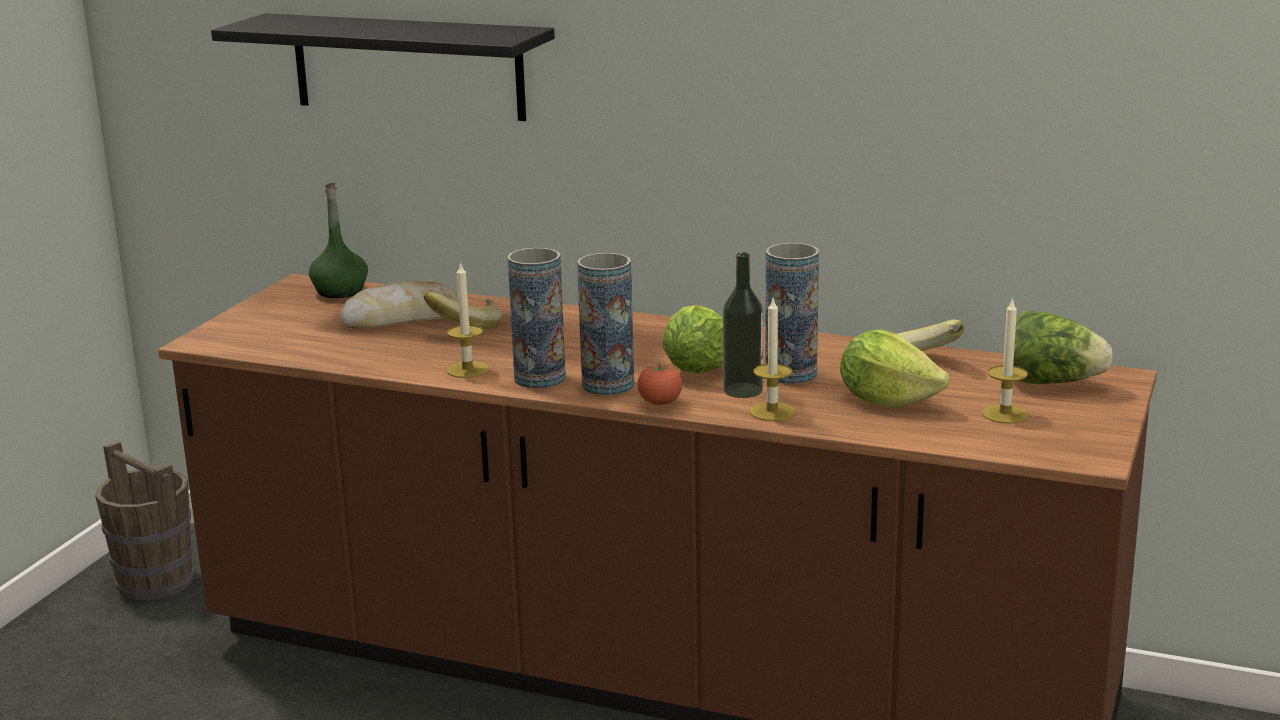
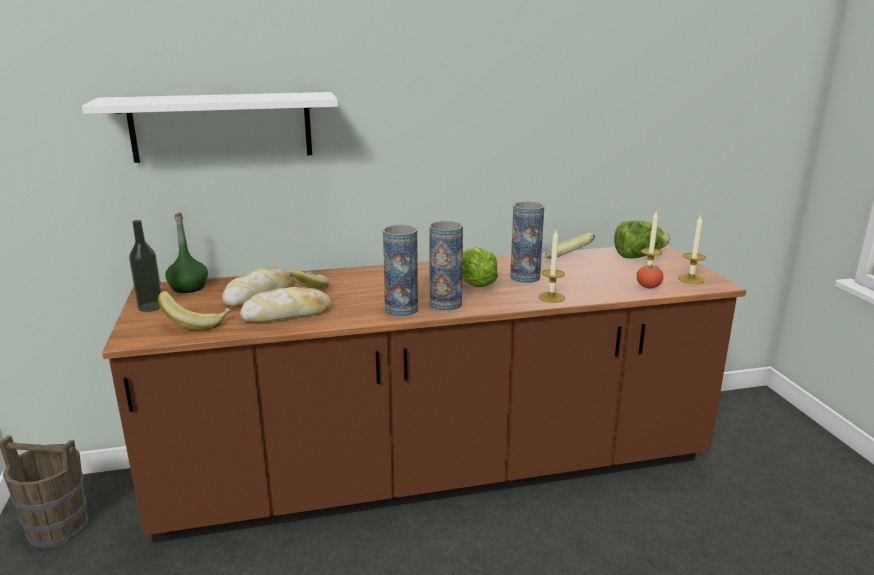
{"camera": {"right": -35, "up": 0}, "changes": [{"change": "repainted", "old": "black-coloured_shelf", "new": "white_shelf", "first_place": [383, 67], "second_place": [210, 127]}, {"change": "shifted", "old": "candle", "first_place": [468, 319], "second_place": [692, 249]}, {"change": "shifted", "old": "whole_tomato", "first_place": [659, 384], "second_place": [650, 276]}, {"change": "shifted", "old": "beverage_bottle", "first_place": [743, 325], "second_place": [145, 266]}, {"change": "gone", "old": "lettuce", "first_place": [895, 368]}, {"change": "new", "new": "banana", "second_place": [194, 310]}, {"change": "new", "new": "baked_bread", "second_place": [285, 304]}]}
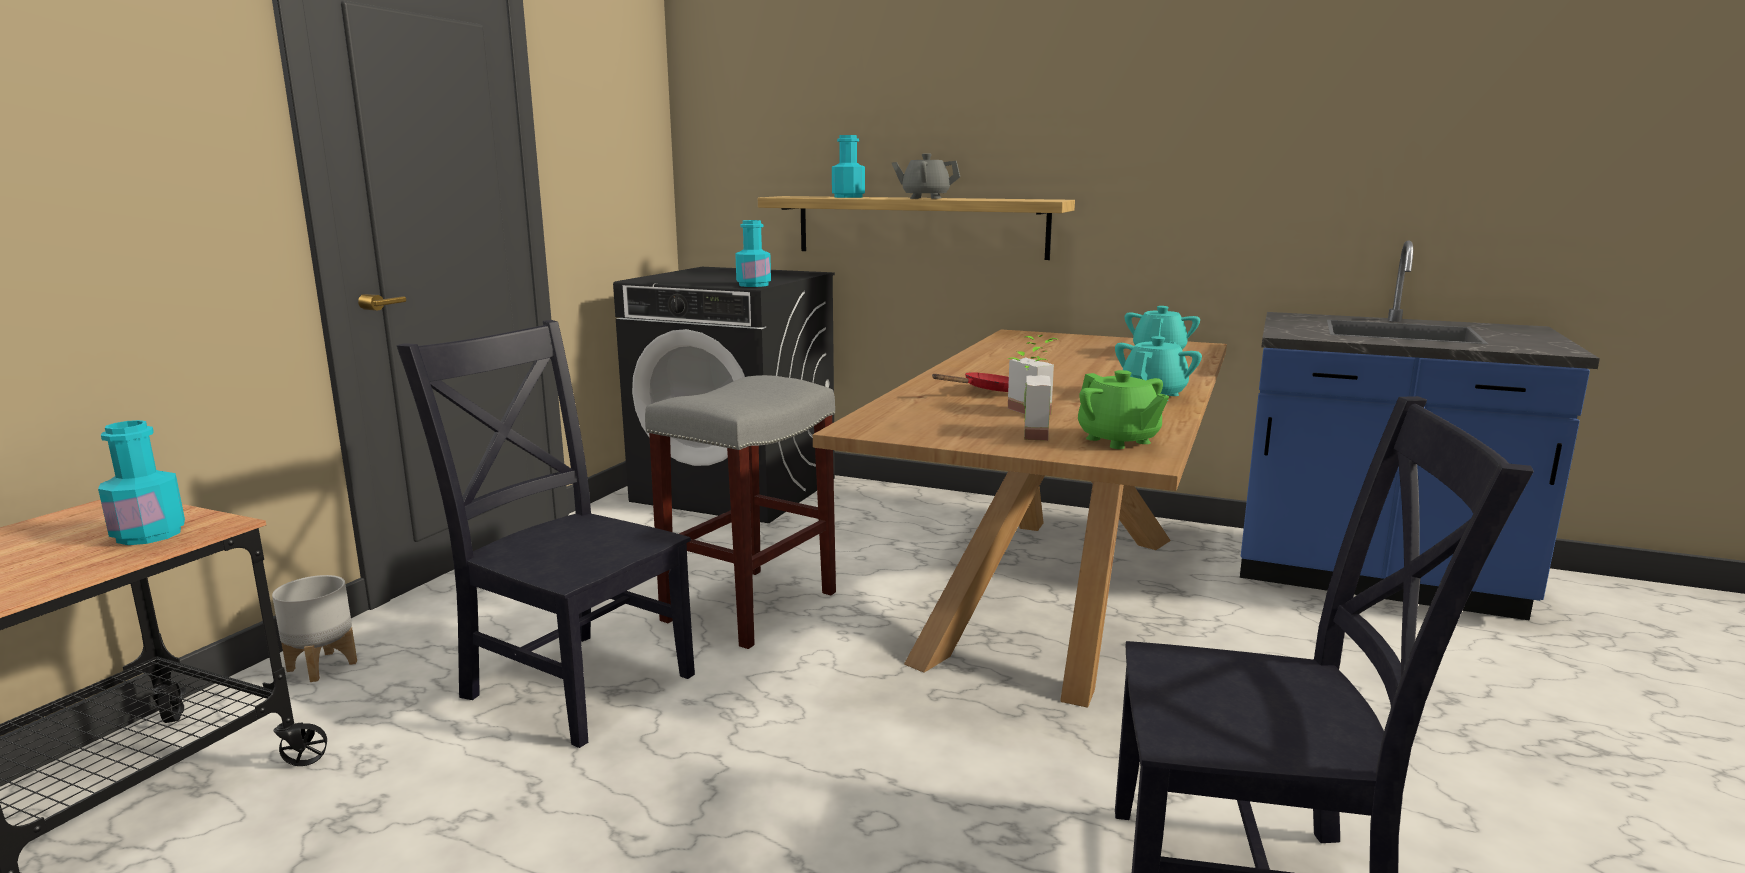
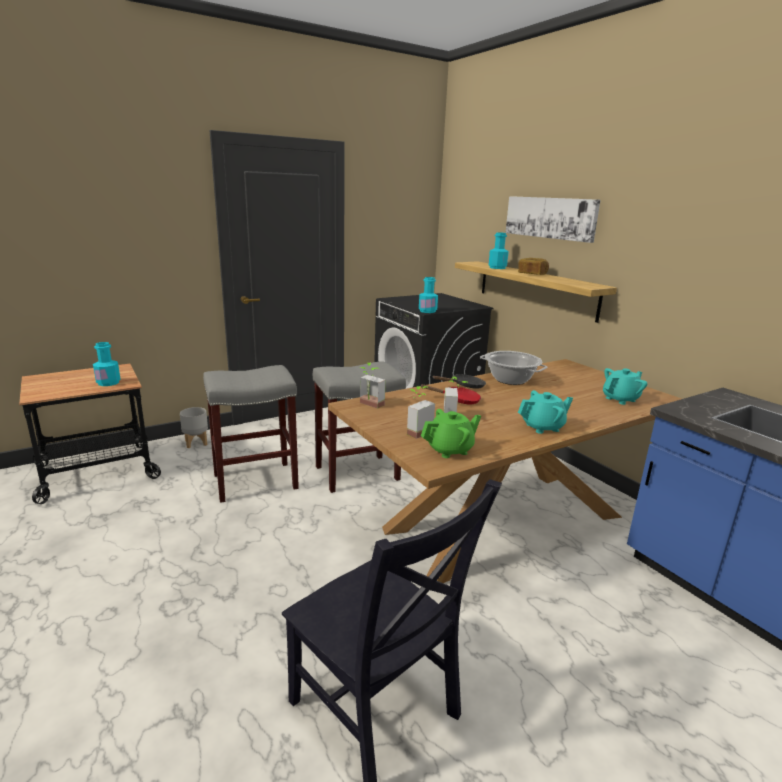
{"camera": {"right": 35, "up": 5}, "changes": [{"change": "swapped", "old": "black-coloured_upright_chair", "new": "grey_stool_seat", "first_place": [546, 534], "second_place": [251, 434]}, {"change": "swapped", "old": "grey_teapot", "new": "baked_bread", "first_place": [926, 176], "second_place": [533, 266]}, {"change": "rotated", "old": "green_teapot", "first_place": [1123, 409], "second_place": [451, 433], "degrees": -120}, {"change": "new", "new": "houseplant", "second_place": [372, 386]}, {"change": "new", "new": "black-coloured_skillet", "second_place": [459, 381]}, {"change": "new", "new": "cooking_pot", "second_place": [513, 368]}, {"change": "new", "new": "wall_picture", "second_place": [553, 219]}]}
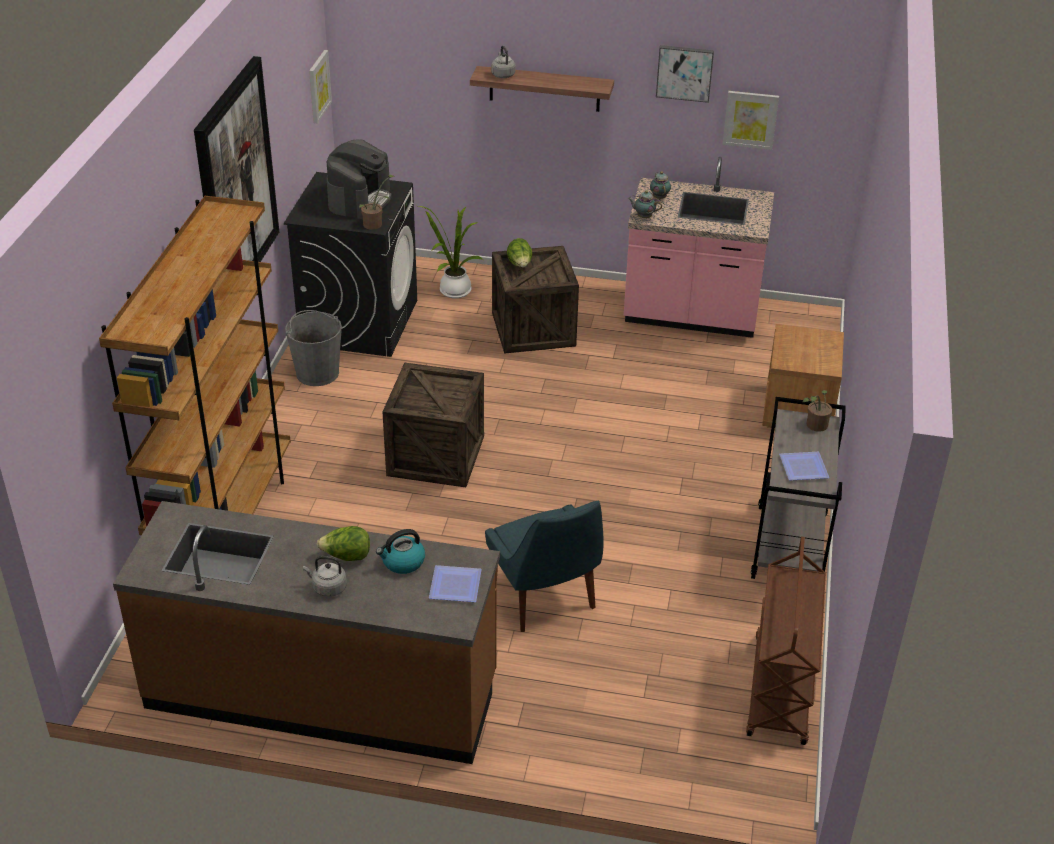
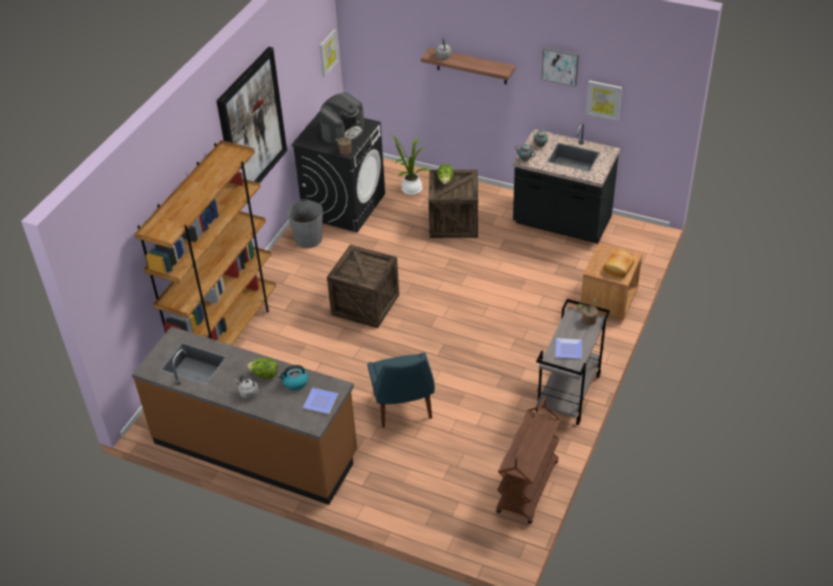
{"camera": {"right": 15, "up": 5}, "changes": [{"change": "repainted", "old": "pink-coloured_kitchen_base_unit", "new": "black-coloured_kitchen_base_unit", "first_place": [699, 247], "second_place": [566, 183]}, {"change": "new", "new": "baked_bread", "second_place": [619, 264]}]}
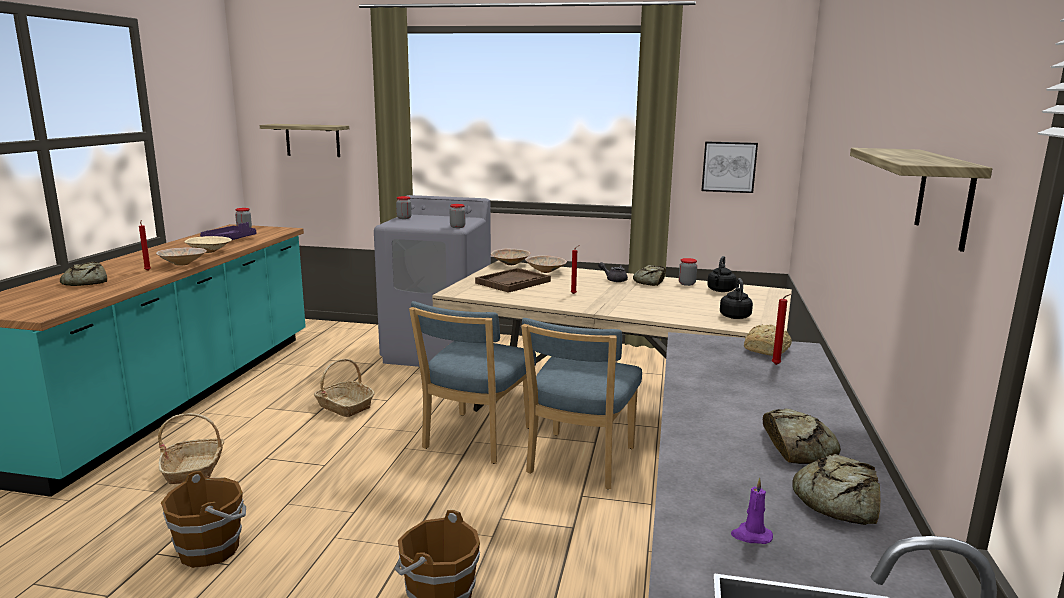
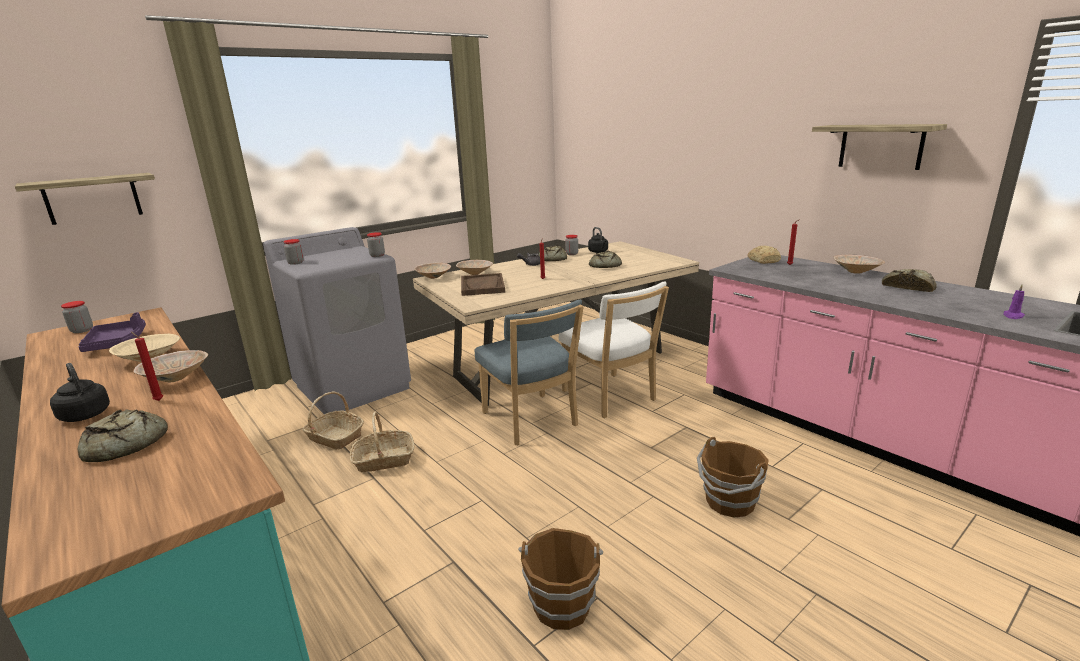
{"camera": {"right": -50, "up": 5}, "changes": [{"change": "shifted", "old": "storage_basket", "first_place": [191, 448], "second_place": [333, 420]}, {"change": "repainted", "old": "bluish_upright_chair", "new": "white_upright_chair", "first_place": [581, 403], "second_place": [614, 349]}, {"change": "gone", "old": "wall_picture", "first_place": [729, 167]}, {"change": "shifted", "old": "black-coloured_water_kettle", "first_place": [736, 298], "second_place": [80, 392]}, {"change": "shifted", "old": "baked_bread", "first_place": [836, 489], "second_place": [605, 259]}, {"change": "new", "new": "beige-coloured_serving_bowl", "second_place": [859, 264]}]}
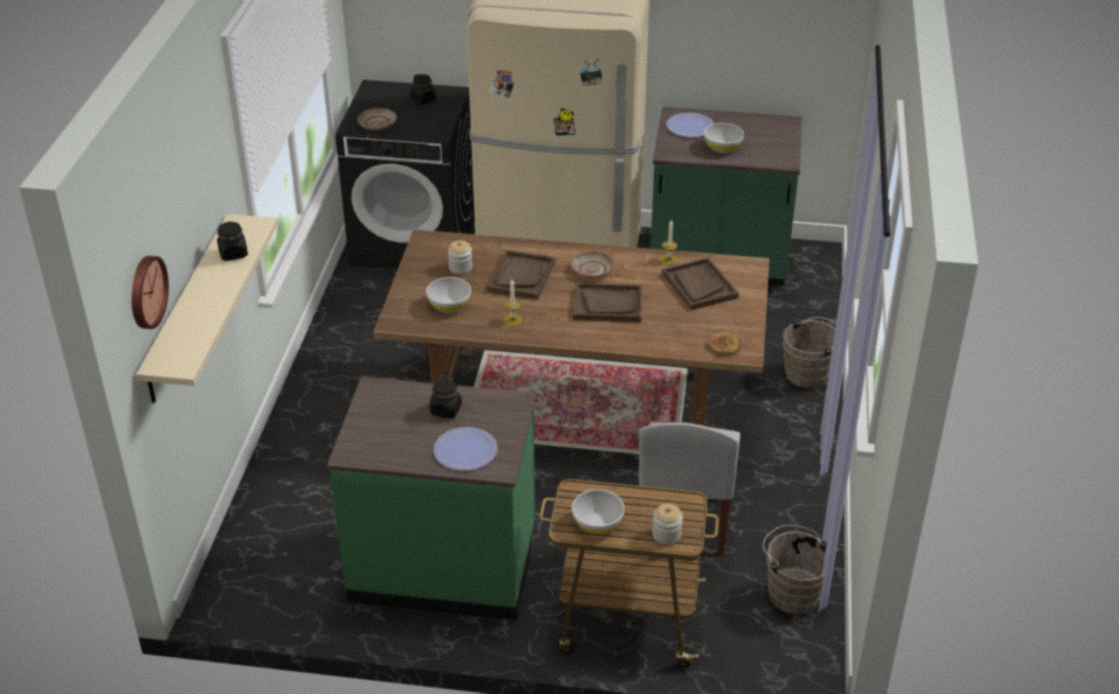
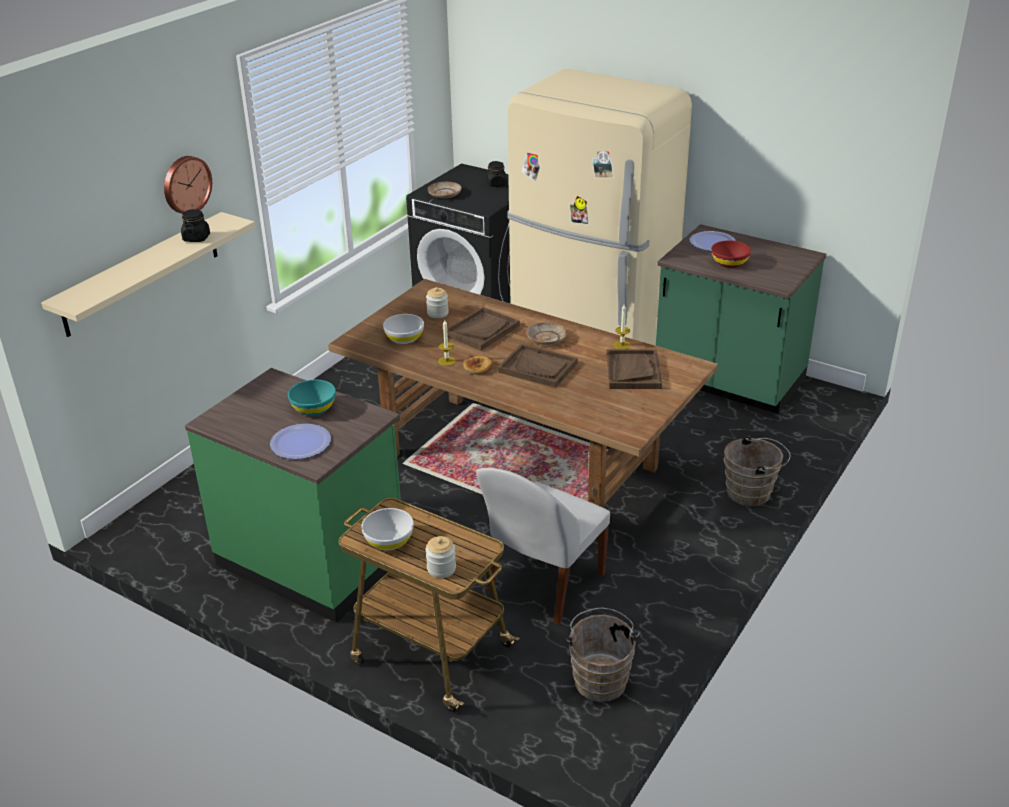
{"camera": {"right": 25, "up": -5}, "changes": [{"change": "shifted", "old": "hanging_clock", "first_place": [150, 292], "second_place": [188, 185]}, {"change": "swapped", "old": "black-coloured_storage_jar", "new": "blue-green_serving_bowl", "first_place": [446, 397], "second_place": [312, 398]}, {"change": "repainted", "old": "white_serving_bowl", "new": "reddish_serving_bowl", "first_place": [724, 138], "second_place": [731, 254]}, {"change": "shifted", "old": "baked_bread", "first_place": [724, 343], "second_place": [479, 365]}]}
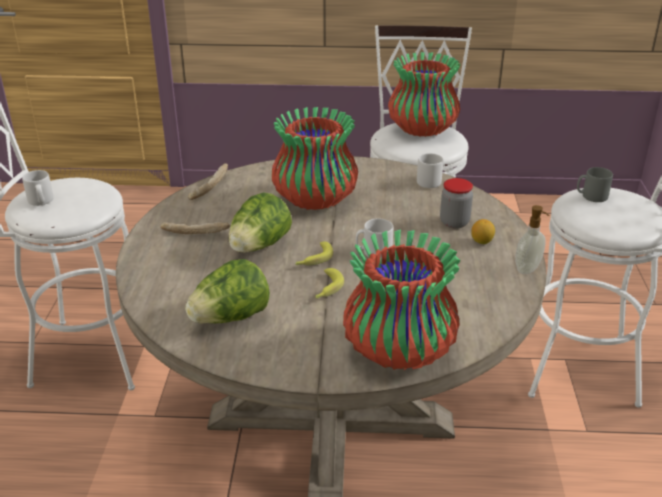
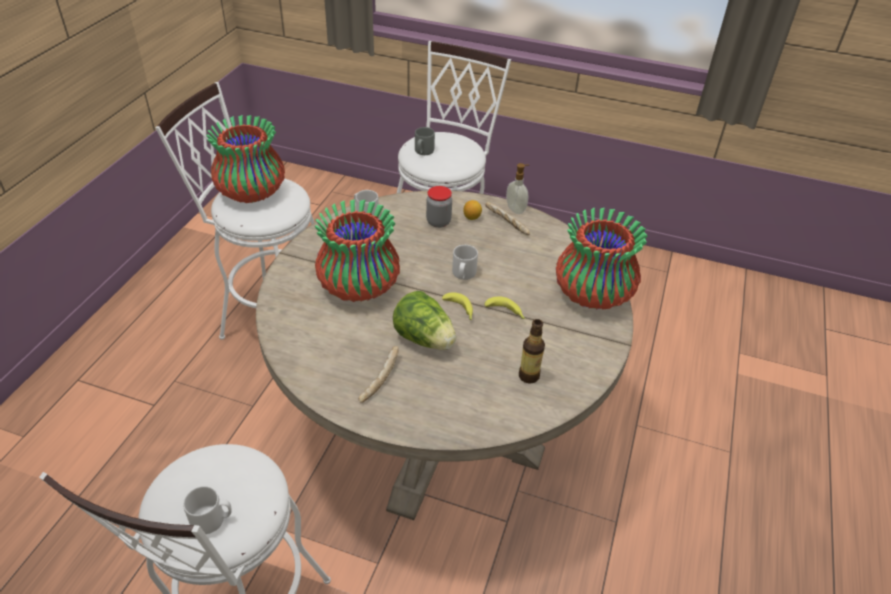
{"camera": {"right": -75, "up": 10}, "changes": [{"change": "swapped", "old": "lettuce", "new": "beverage_bottle", "first_place": [227, 291], "second_place": [532, 351]}, {"change": "shifted", "old": "baked_bread", "first_place": [208, 181], "second_place": [507, 218]}]}
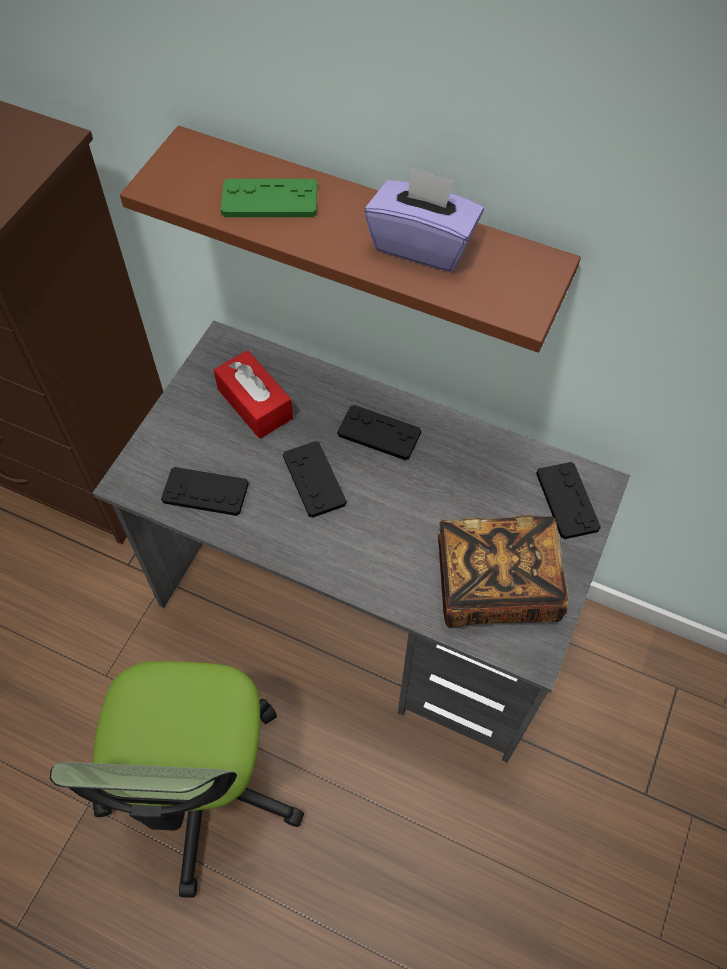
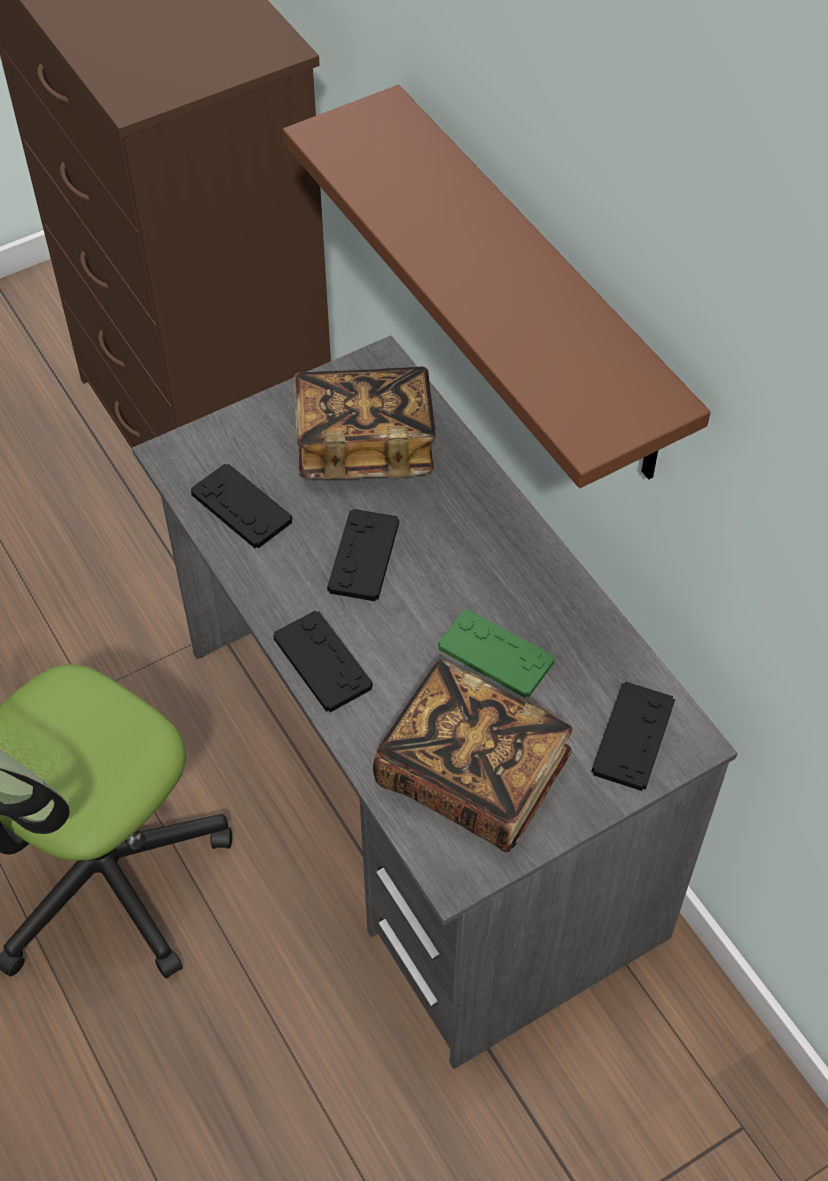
{"camera": {"right": 35, "up": -5}, "changes": [{"change": "swapped", "old": "reddish_box_of_tissues", "new": "volume", "first_place": [253, 394], "second_place": [365, 423]}, {"change": "shifted", "old": "green_game_controller", "first_place": [269, 198], "second_place": [496, 653]}, {"change": "shifted", "old": "black-coloured_game_controller", "first_place": [379, 432], "second_place": [323, 661]}, {"change": "gone", "old": "purple-coloured_box_of_tissues", "first_place": [424, 219]}]}
